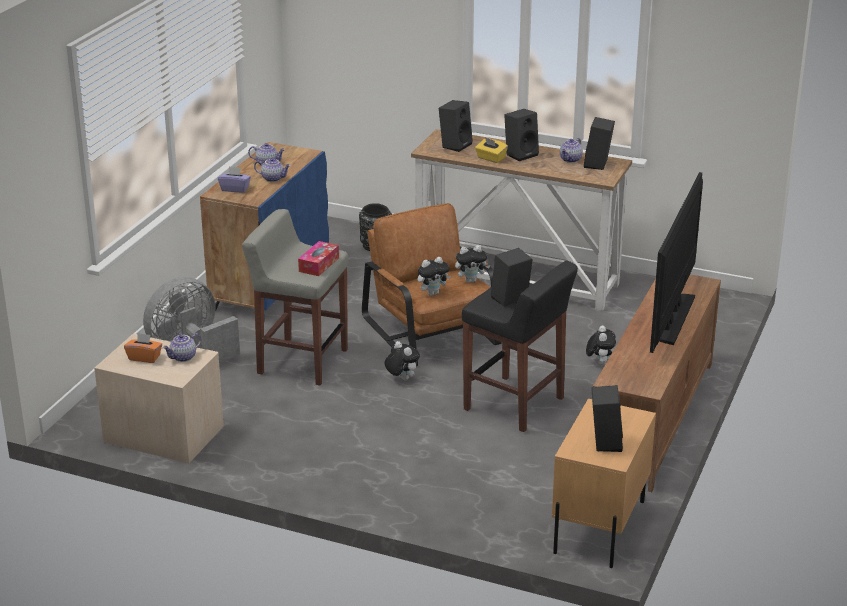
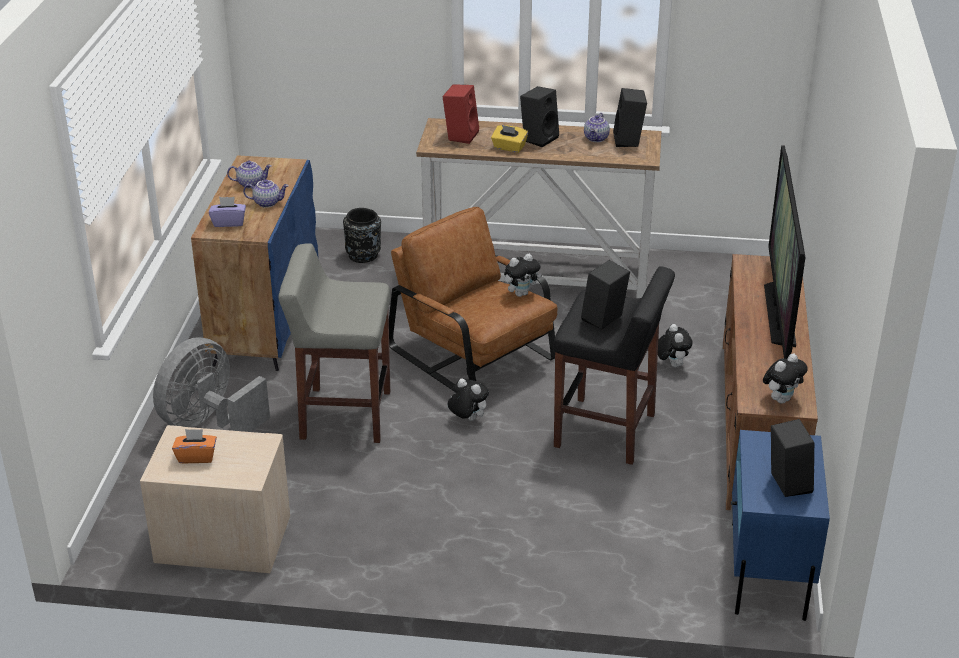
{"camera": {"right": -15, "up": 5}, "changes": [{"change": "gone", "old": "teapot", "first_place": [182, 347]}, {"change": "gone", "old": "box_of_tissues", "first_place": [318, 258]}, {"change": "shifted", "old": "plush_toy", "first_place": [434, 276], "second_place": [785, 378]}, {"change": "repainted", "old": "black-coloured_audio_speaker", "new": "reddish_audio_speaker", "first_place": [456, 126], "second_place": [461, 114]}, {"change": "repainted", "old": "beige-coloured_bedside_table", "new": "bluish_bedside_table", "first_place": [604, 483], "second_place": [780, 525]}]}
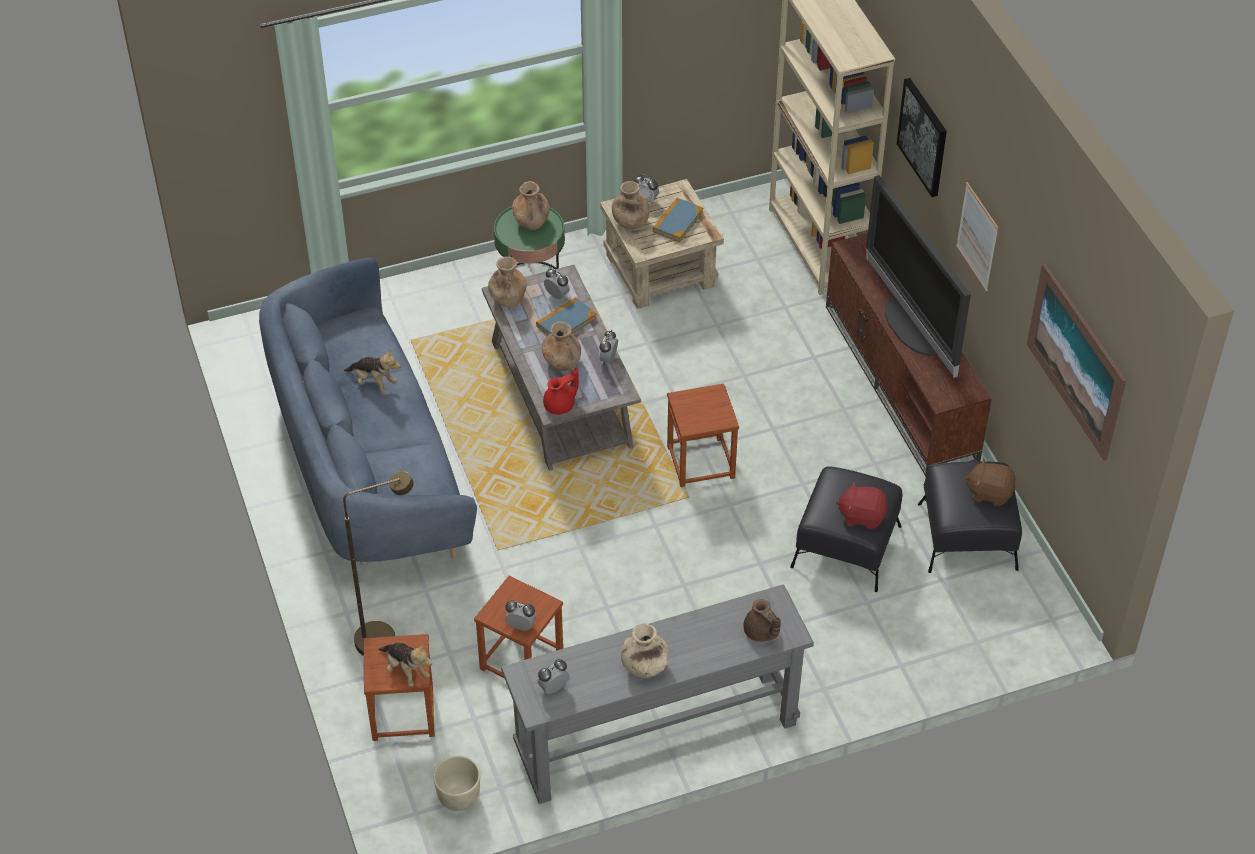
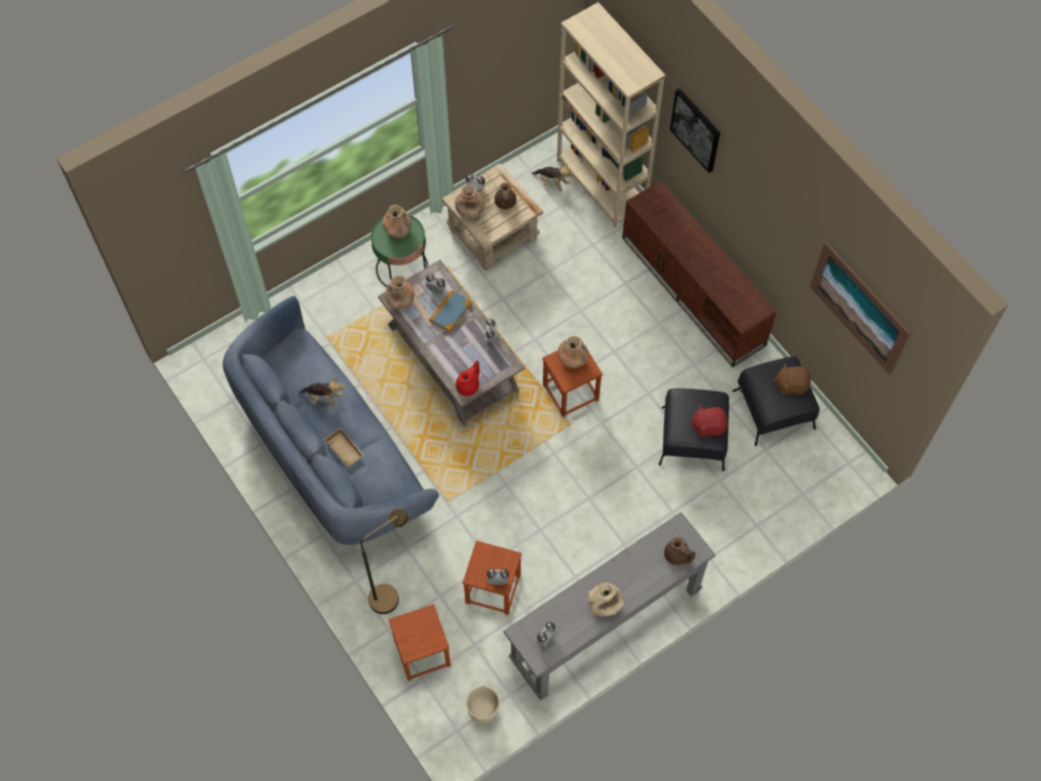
{"camera": {"right": -15, "up": 15}, "changes": [{"change": "shifted", "old": "plush_toy", "first_place": [405, 665], "second_place": [553, 177]}, {"change": "shifted", "old": "brownish_decorative_vase", "first_place": [561, 346], "second_place": [573, 352]}, {"change": "swapped", "old": "volume", "new": "brownish_teapot", "first_place": [677, 220], "second_place": [505, 196]}, {"change": "gone", "old": "television", "first_place": [918, 276]}, {"change": "gone", "old": "wall_picture", "first_place": [977, 237]}, {"change": "new", "new": "beige-coloured_serving_tray", "second_place": [344, 447]}]}
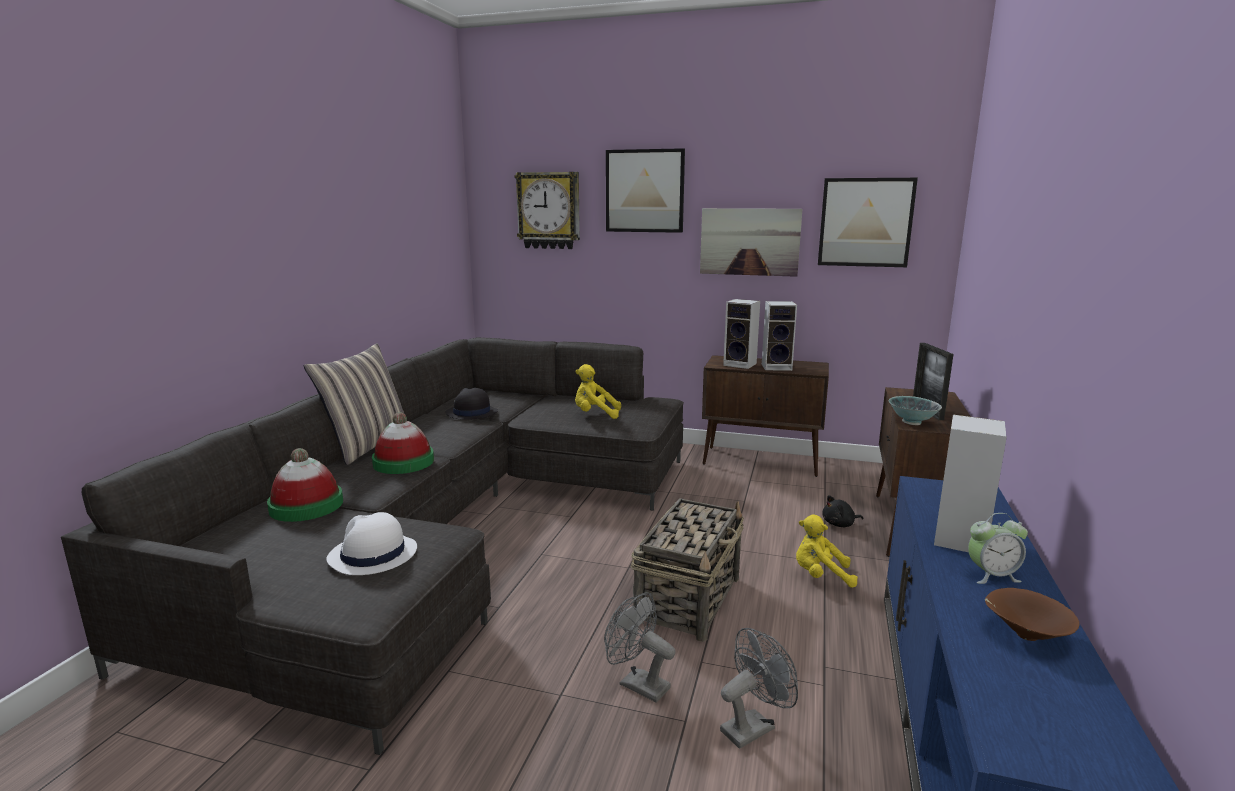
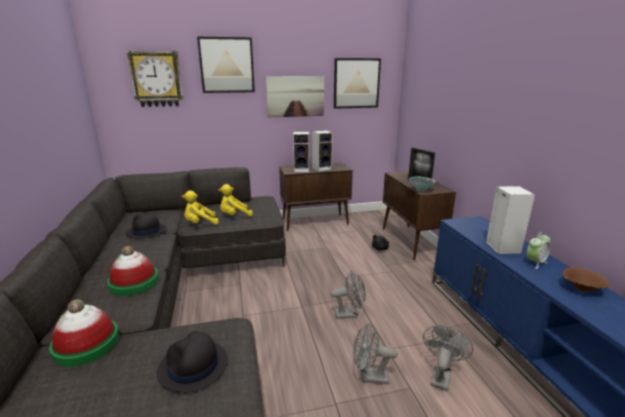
{"camera": {"right": -30, "up": 5}, "changes": [{"change": "gone", "old": "cushion", "first_place": [354, 404]}, {"change": "repainted", "old": "white_clothing_hat", "new": "black-coloured_clothing_hat", "first_place": [371, 543], "second_place": [192, 361]}, {"change": "swapped", "old": "storage_basket", "new": "grey_fan", "first_place": [687, 570], "second_place": [348, 295]}, {"change": "shifted", "old": "yellowish_plush_toy", "first_place": [827, 551], "second_place": [200, 208]}]}
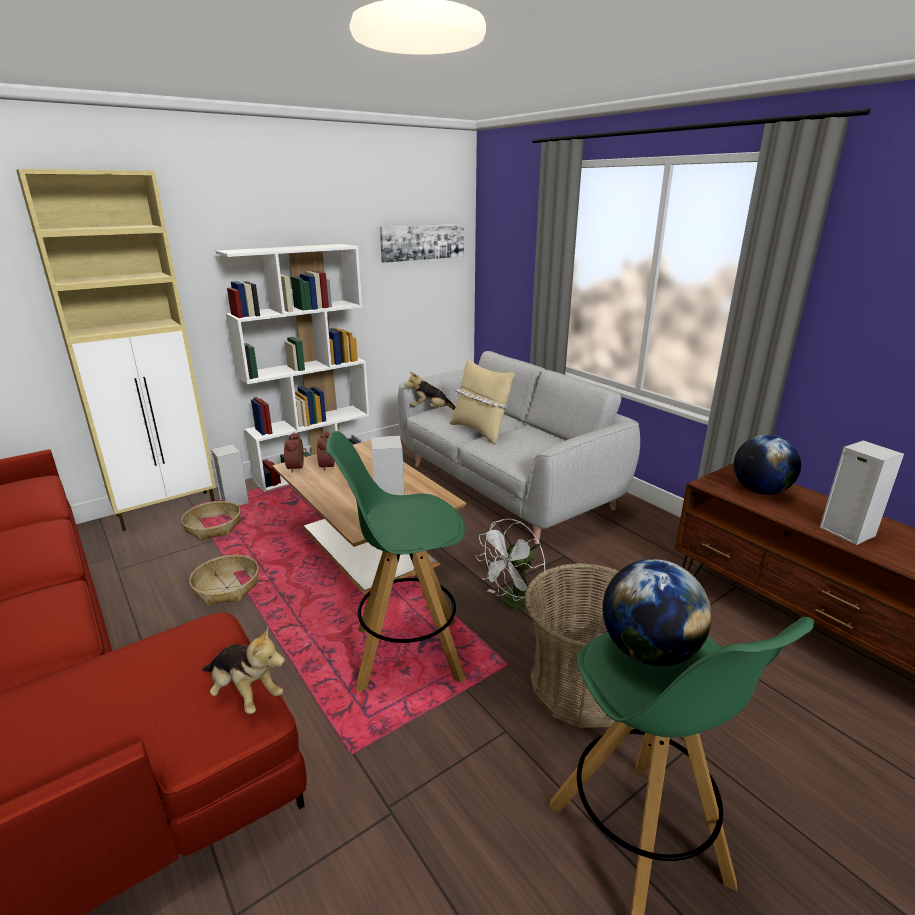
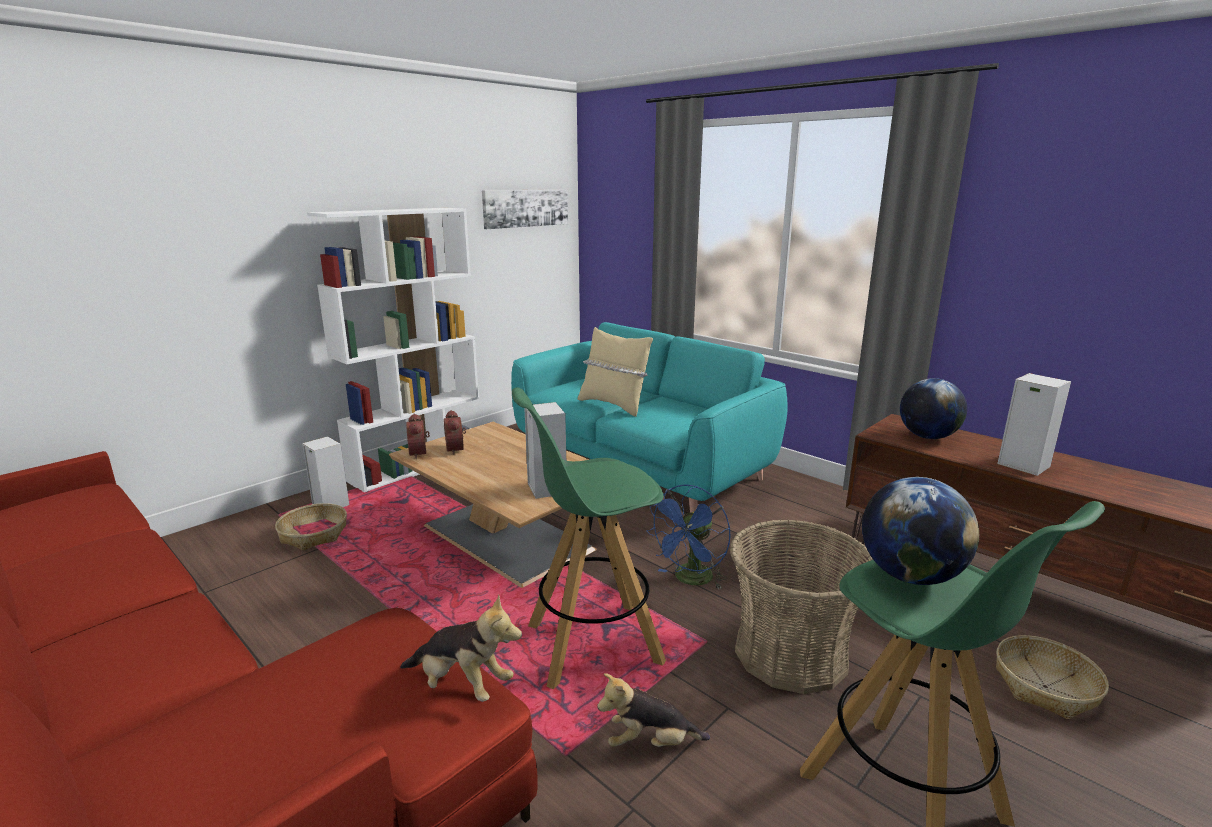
{"camera": {"right": -10, "up": -5}, "changes": [{"change": "gone", "old": "beige-coloured_cabinet", "first_place": [116, 350]}, {"change": "shifted", "old": "storage_basket", "first_place": [224, 580], "second_place": [1052, 677]}, {"change": "repainted", "old": "grey_sofa", "new": "blue-green_sofa", "first_place": [519, 447], "second_place": [649, 417]}, {"change": "shifted", "old": "plush_toy", "first_place": [431, 391], "second_place": [653, 710]}, {"change": "repainted", "old": "white_fan", "new": "bluish_fan", "first_place": [510, 567], "second_place": [688, 536]}]}
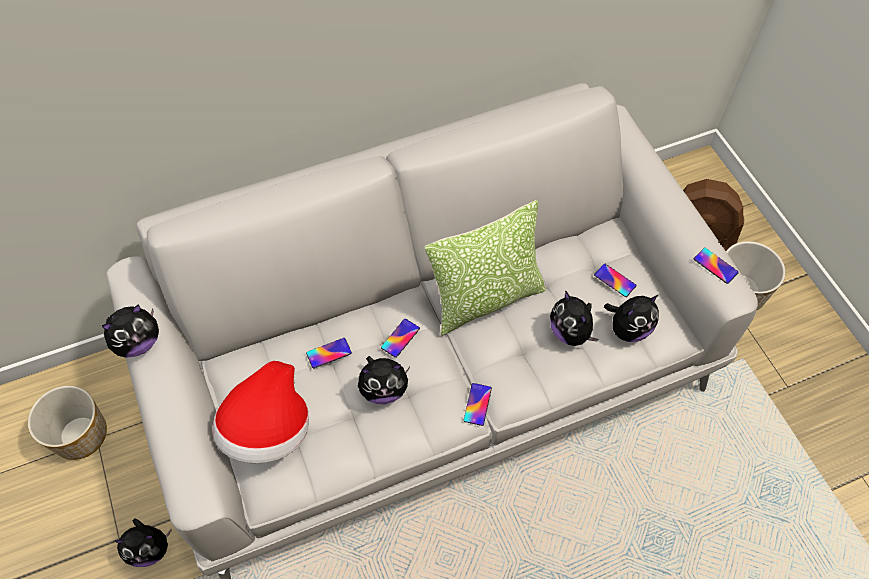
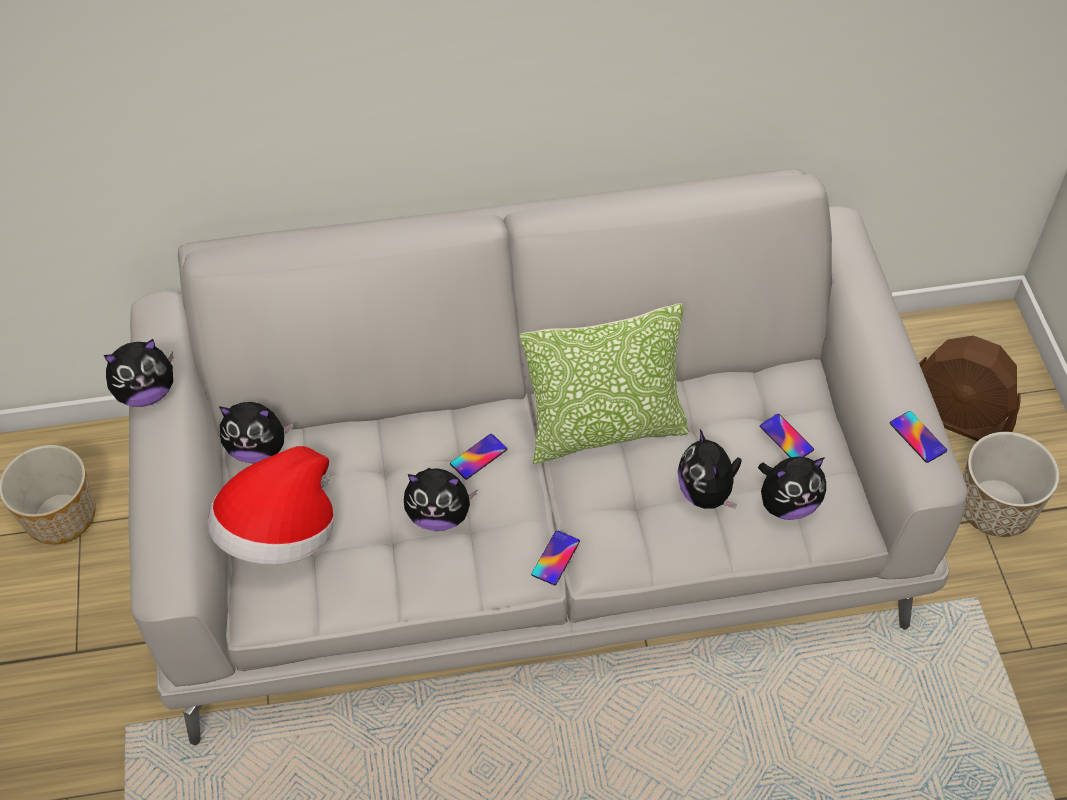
{"camera": {"right": 15, "up": -5}, "changes": [{"change": "shifted", "old": "plush_toy", "first_place": [143, 542], "second_place": [256, 433]}, {"change": "gone", "old": "phone", "first_place": [329, 353]}]}
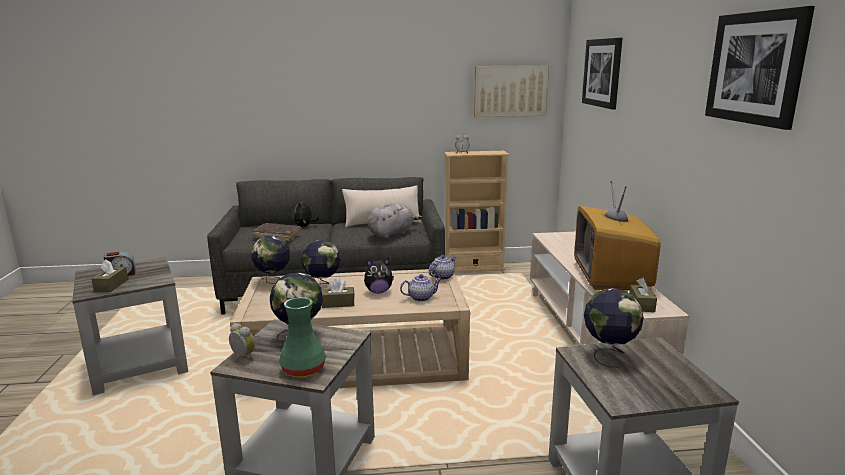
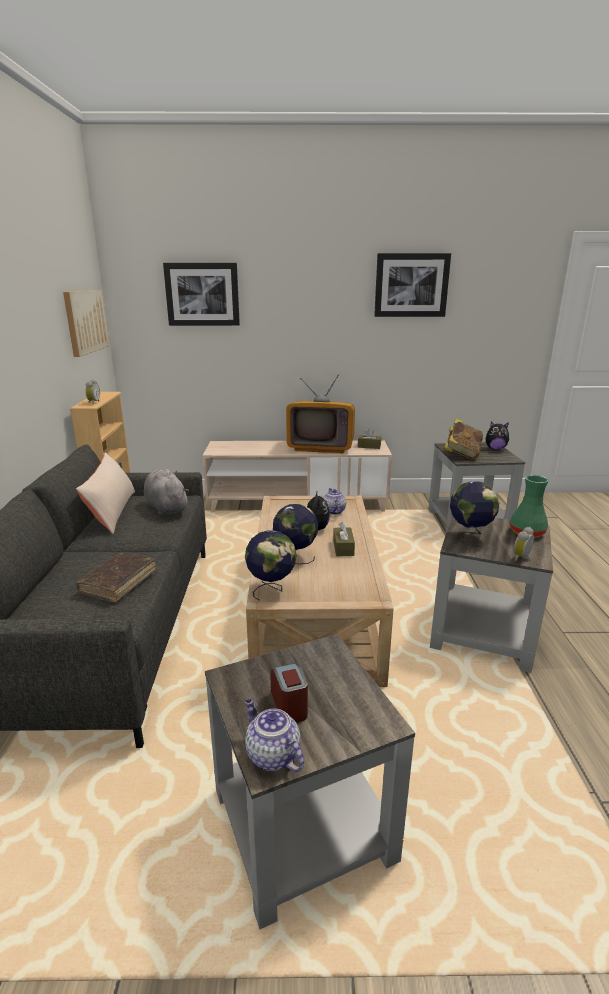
{"camera": {"right": -85, "up": 5}, "changes": [{"change": "gone", "old": "brownish_box_of_tissues", "first_place": [109, 275]}, {"change": "shifted", "old": "plush_toy", "first_place": [306, 213], "second_place": [498, 436]}, {"change": "shifted", "old": "teapot", "first_place": [442, 267], "second_place": [274, 735]}, {"change": "swapped", "old": "world_globe", "new": "volume", "first_place": [614, 328], "second_place": [463, 439]}]}
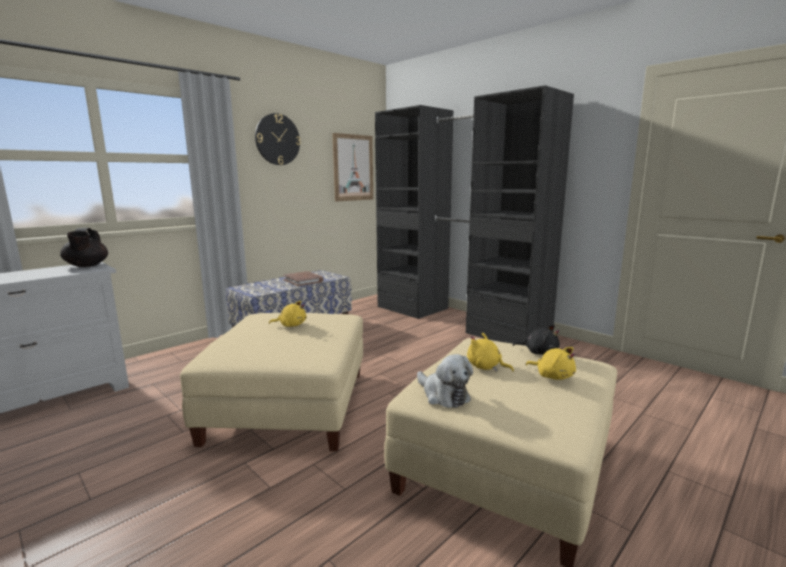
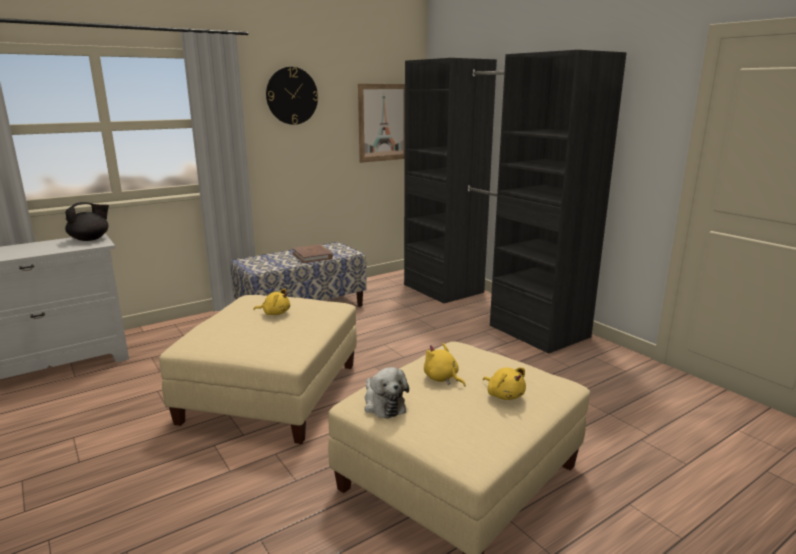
{"camera": {"right": 10, "up": 5}, "changes": [{"change": "rotated", "old": "black-coloured_teapot", "first_place": [84, 247], "second_place": [87, 221], "degrees": -120}, {"change": "gone", "old": "black-coloured_plush_toy", "first_place": [536, 340]}]}
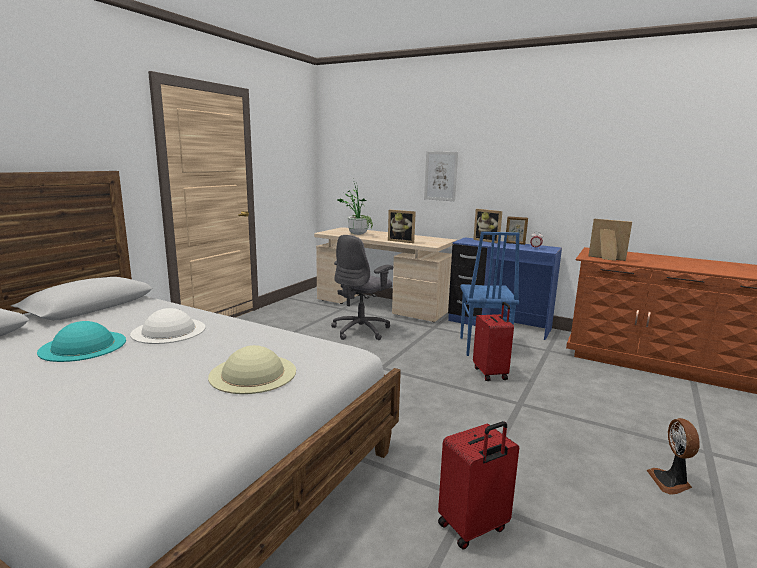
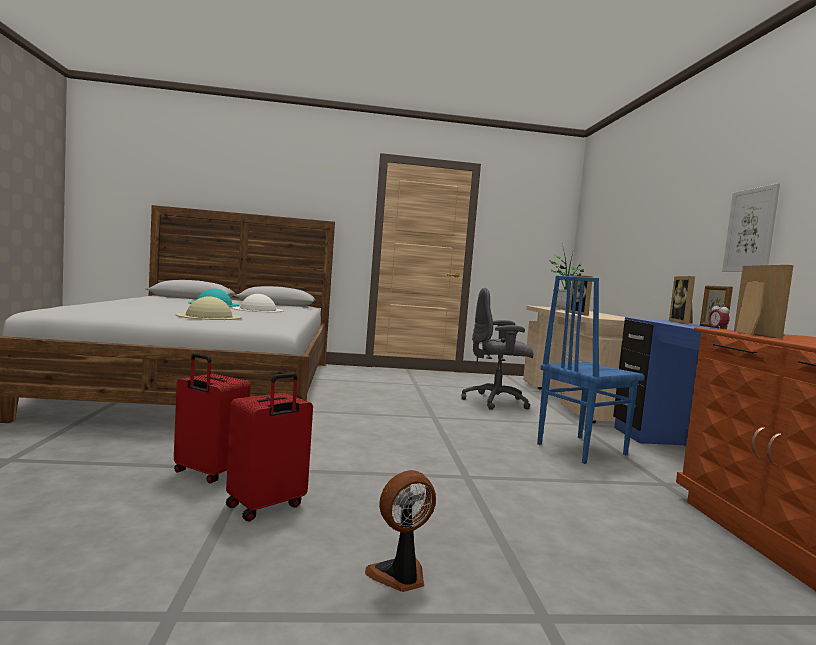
{"camera": {"right": 55, "up": -10}, "changes": [{"change": "shifted", "old": "wall_picture", "first_place": [441, 176], "second_place": [751, 227]}, {"change": "shifted", "old": "reddish_piece_of_luggage", "first_place": [493, 341], "second_place": [269, 447]}]}
